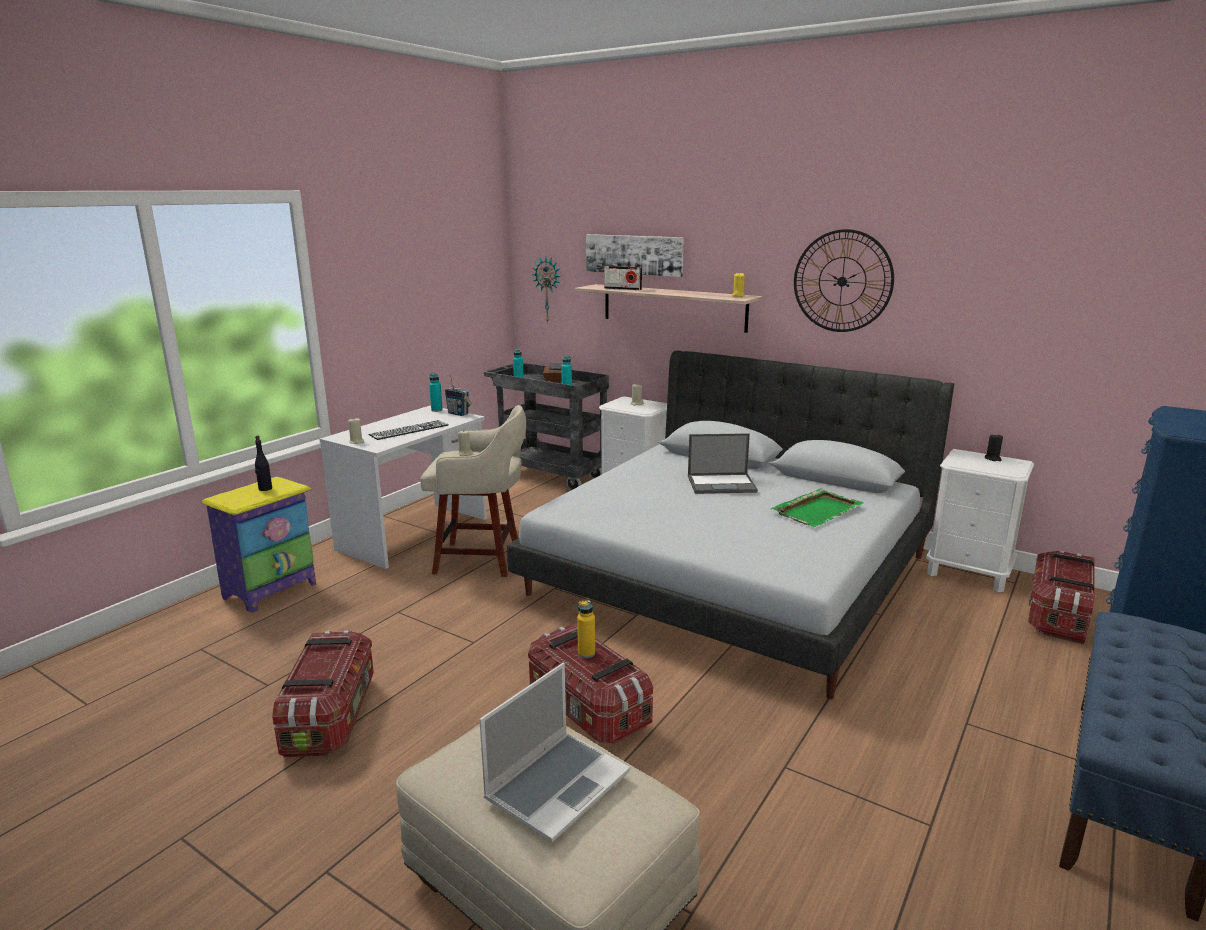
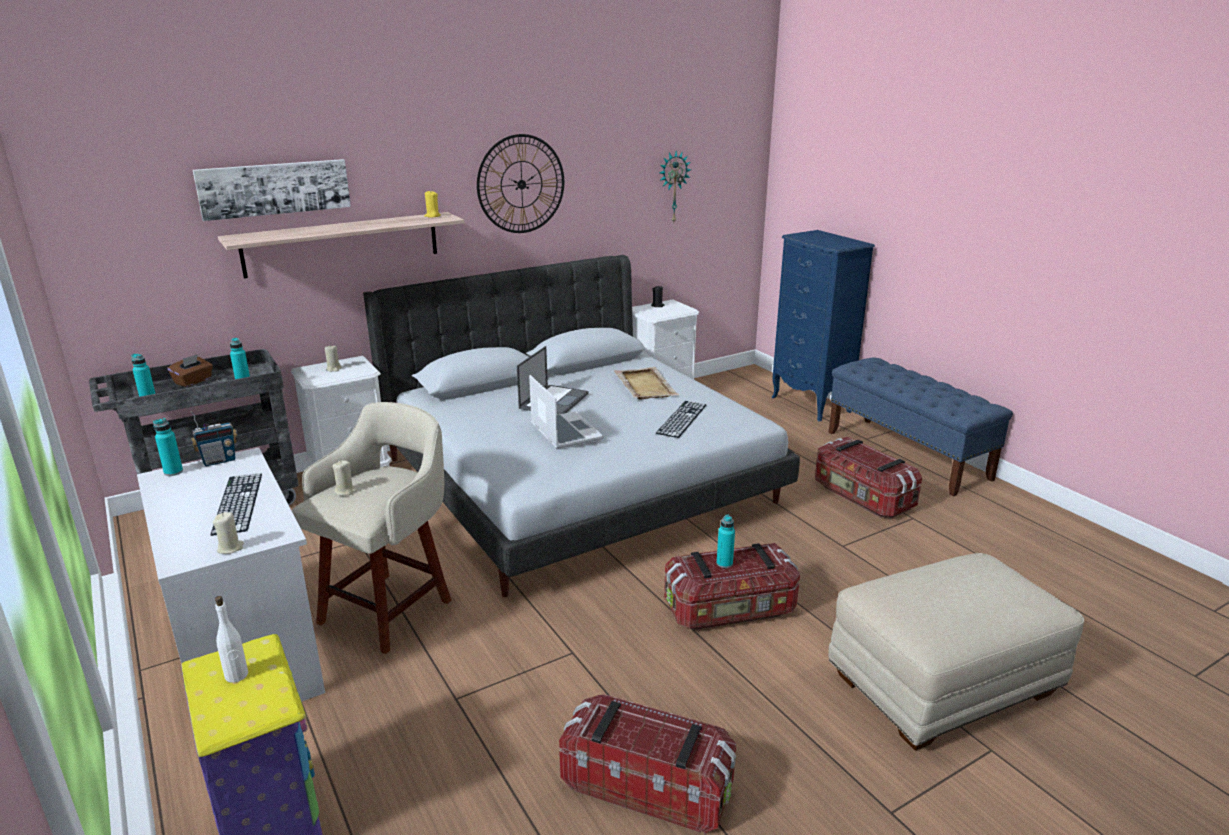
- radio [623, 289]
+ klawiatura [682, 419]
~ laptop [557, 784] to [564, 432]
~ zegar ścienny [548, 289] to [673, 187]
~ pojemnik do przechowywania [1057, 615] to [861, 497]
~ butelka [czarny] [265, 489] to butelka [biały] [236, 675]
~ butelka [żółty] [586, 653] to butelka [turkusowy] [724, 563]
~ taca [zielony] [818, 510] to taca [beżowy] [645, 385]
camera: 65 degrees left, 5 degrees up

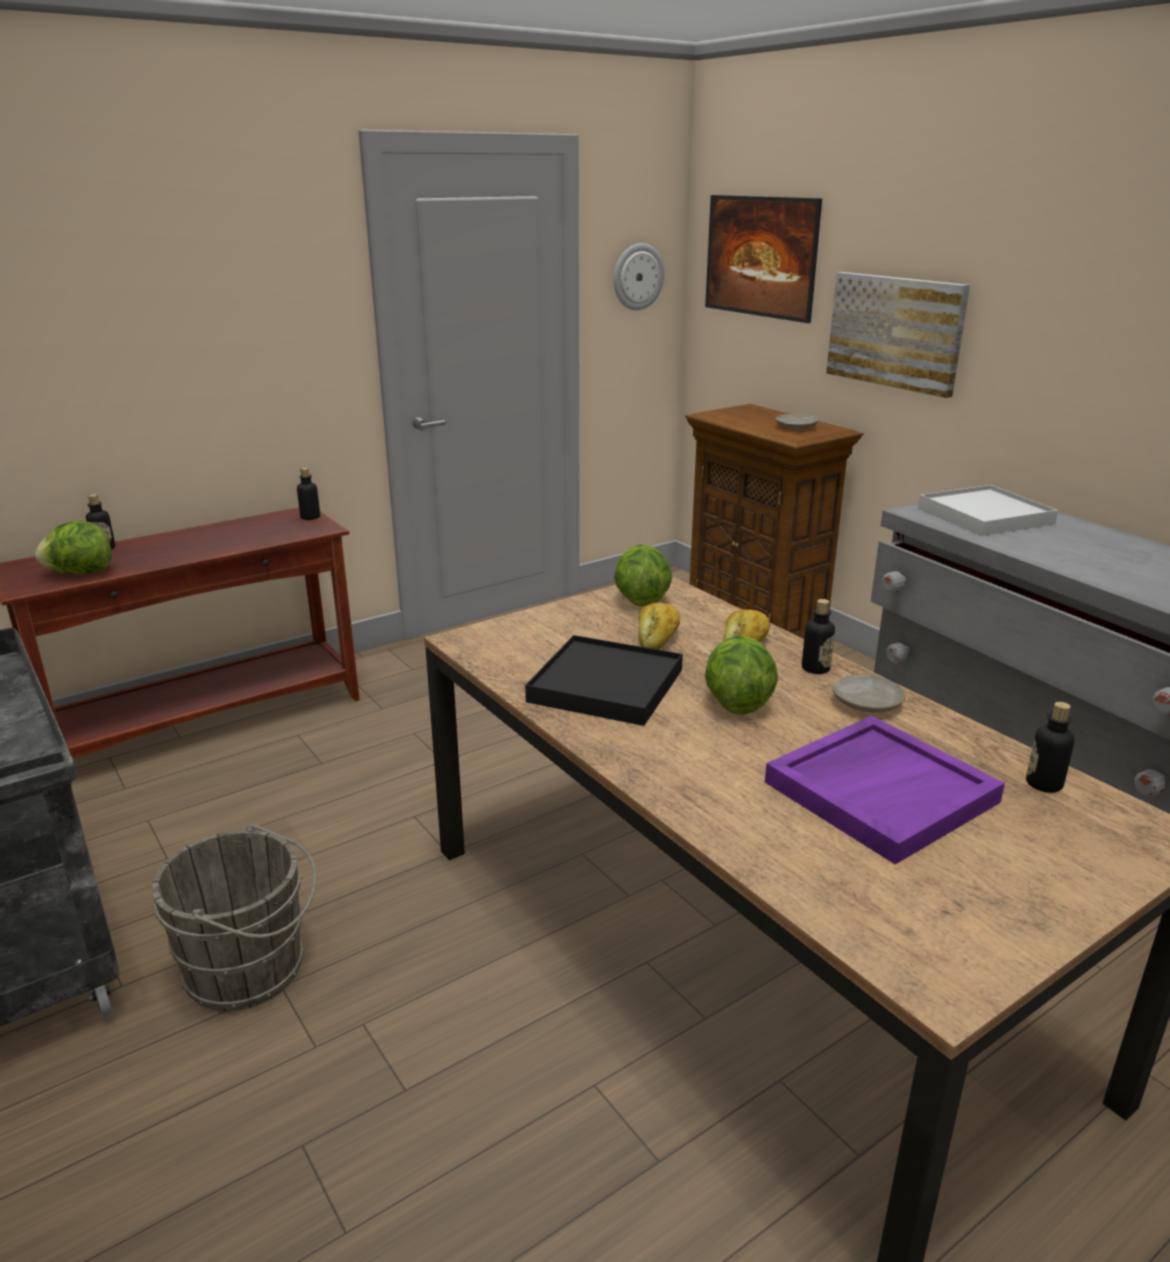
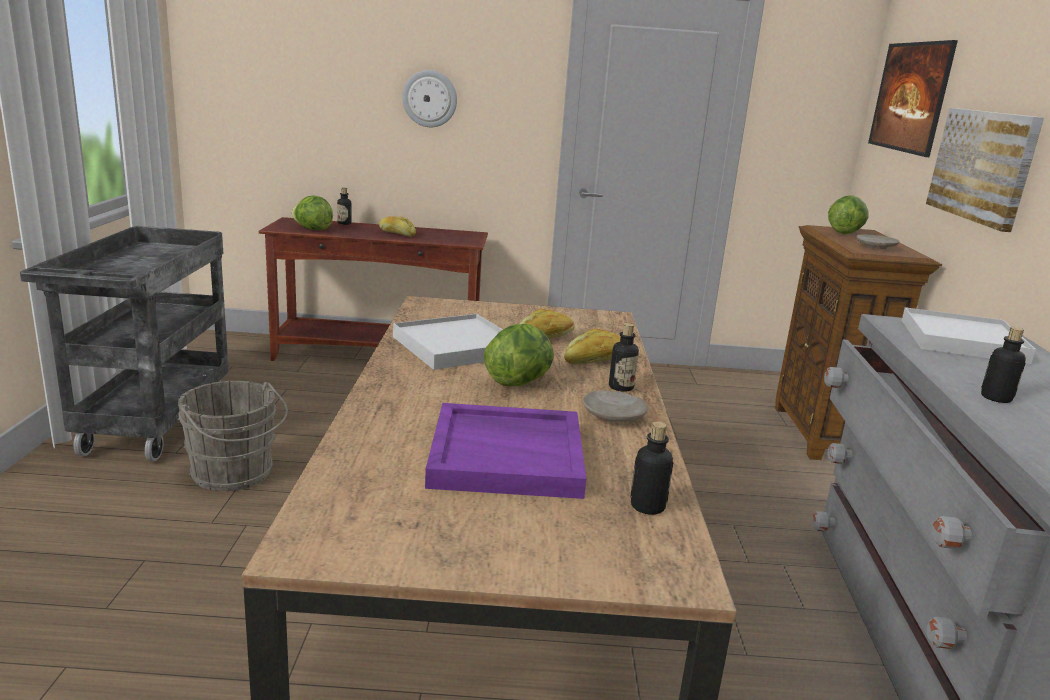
+ chleb [397, 233]
~ butelka [310, 517] to [996, 398]
~ zegar ścienny [637, 277] to [430, 98]
~ sałata [640, 600] to [844, 233]
~ taca [czarny] [605, 686] to taca [biały] [456, 346]
camera: 35 degrees right, 5 degrees down

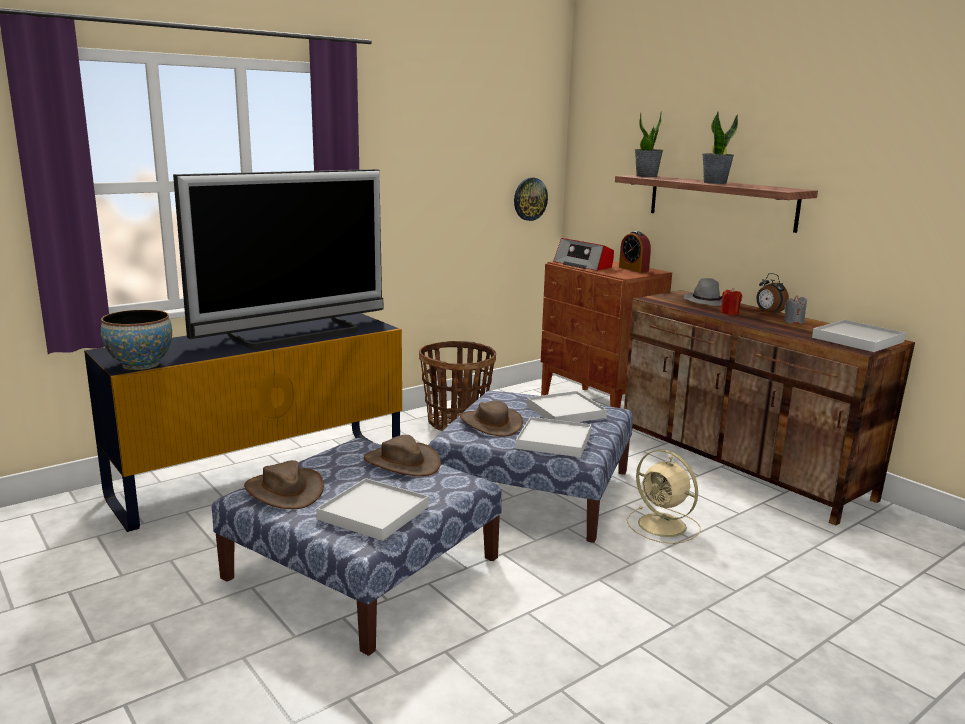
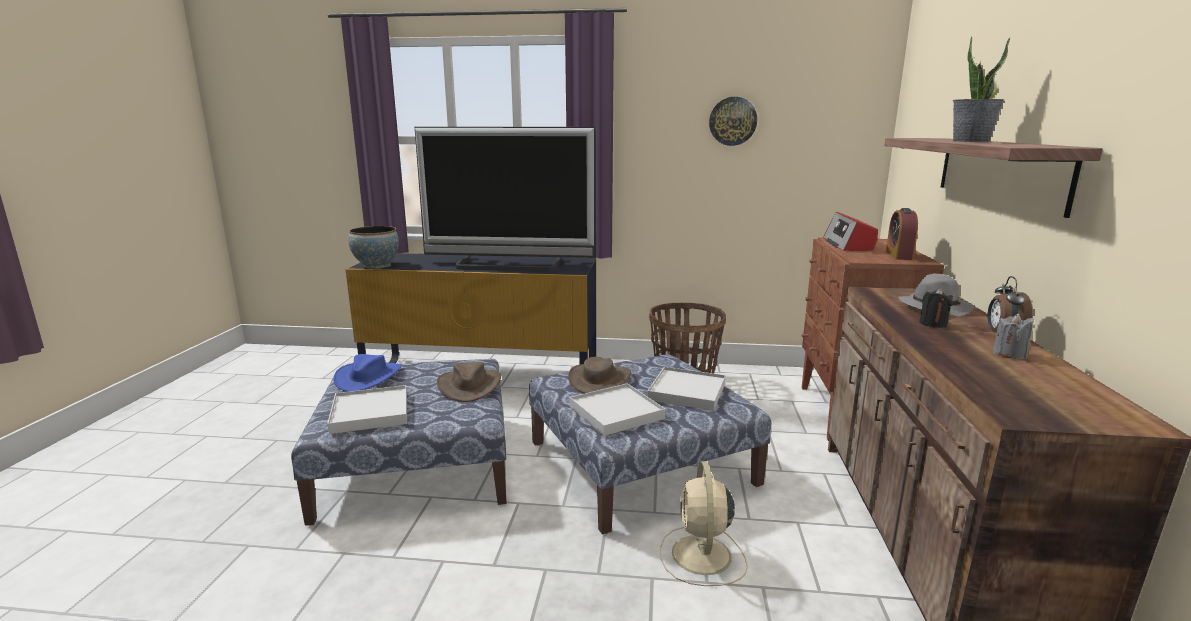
- roślina doniczkowa [646, 176]
- taca [biały] [857, 340]
~ zegar ścienny [530, 199] to [732, 121]
~ kapelusz [brązowy] [284, 490] to kapelusz [niebieski] [368, 377]
~ świeca [czerwony] [729, 313] to świeca [czarny] [933, 324]
camera: 45 degrees right, 0 degrees up

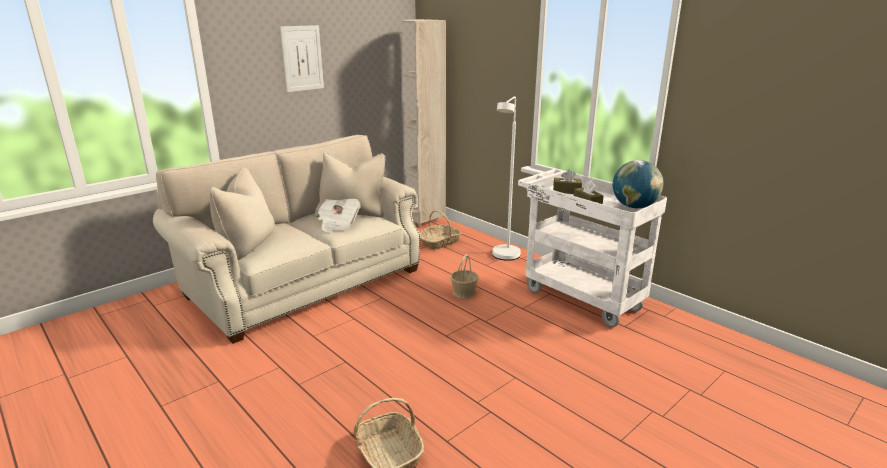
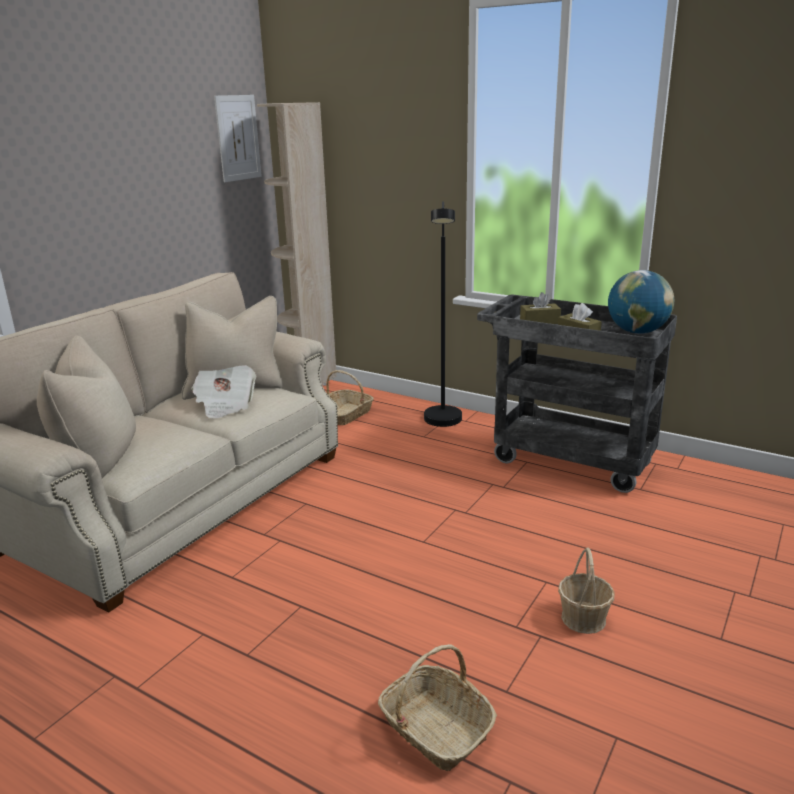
~ obraz [302, 58] to [238, 138]
~ koszyk [464, 292] to [583, 618]
~ lampa stojąca [biały] [504, 257] to lampa stojąca [czarny] [443, 423]
~ wózek [biały] [577, 299] to wózek [czarny] [564, 463]
camera: 15 degrees left, 0 degrees up

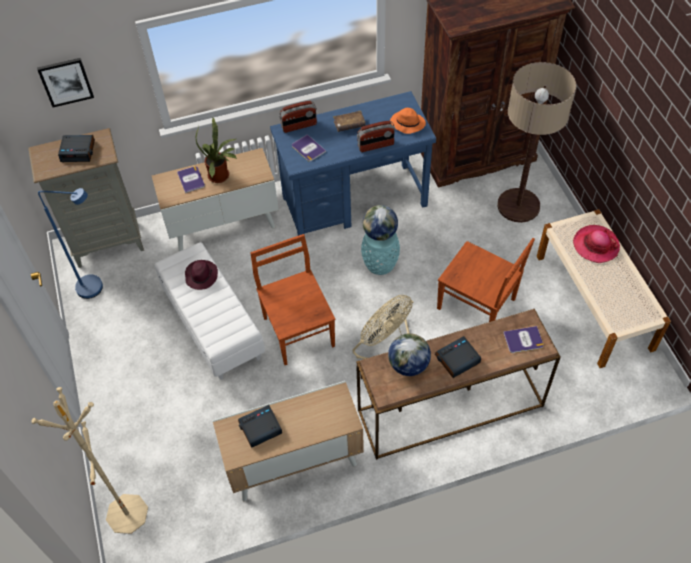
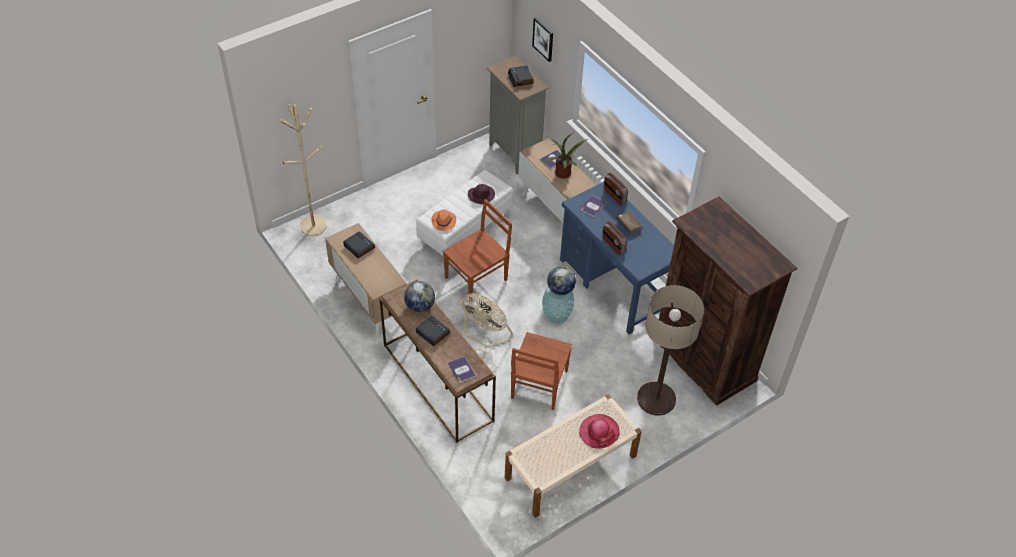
- lampa stojąca [niebieski] [97, 288]
~ kapelusz [pomarańczowy] [407, 123] to [443, 221]
camera: 70 degrees right, 5 degrees down

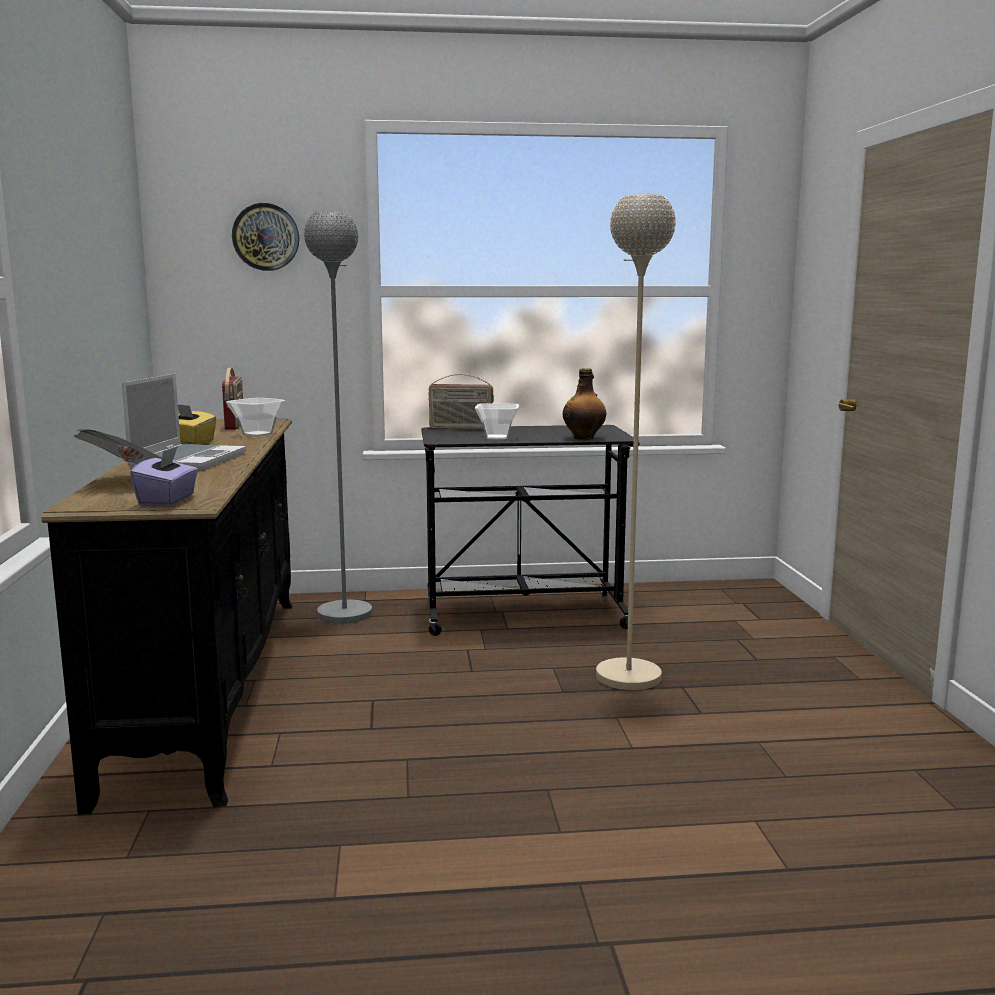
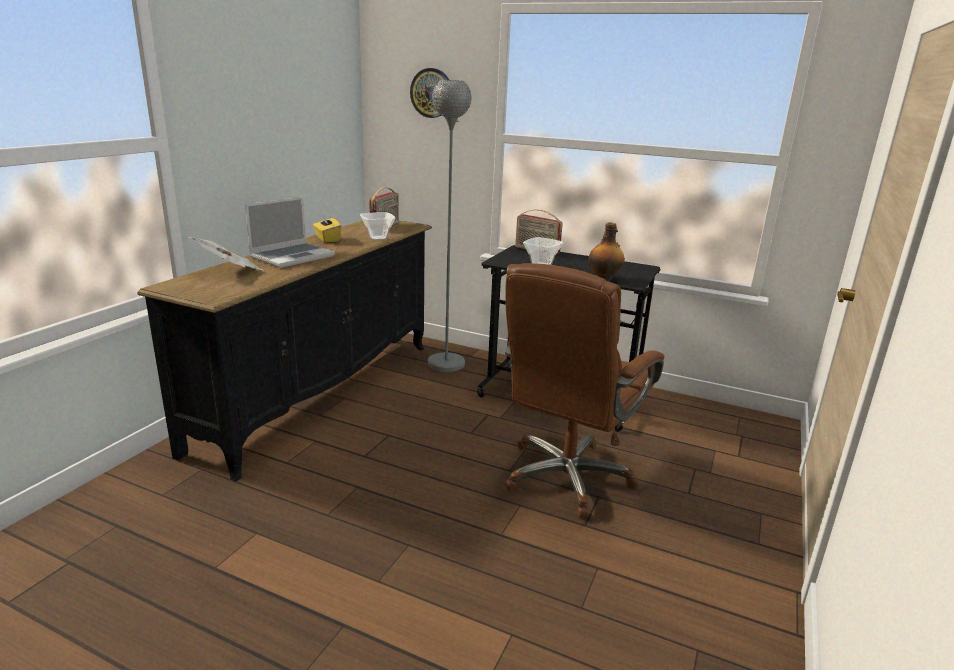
- pudełko chusteczek [fioletowy] [167, 500]
~ lampa stojąca [beżowy] [628, 677] to krzesło biurowe [brązowy] [568, 474]
camera: 30 degrees right, 10 degrees up

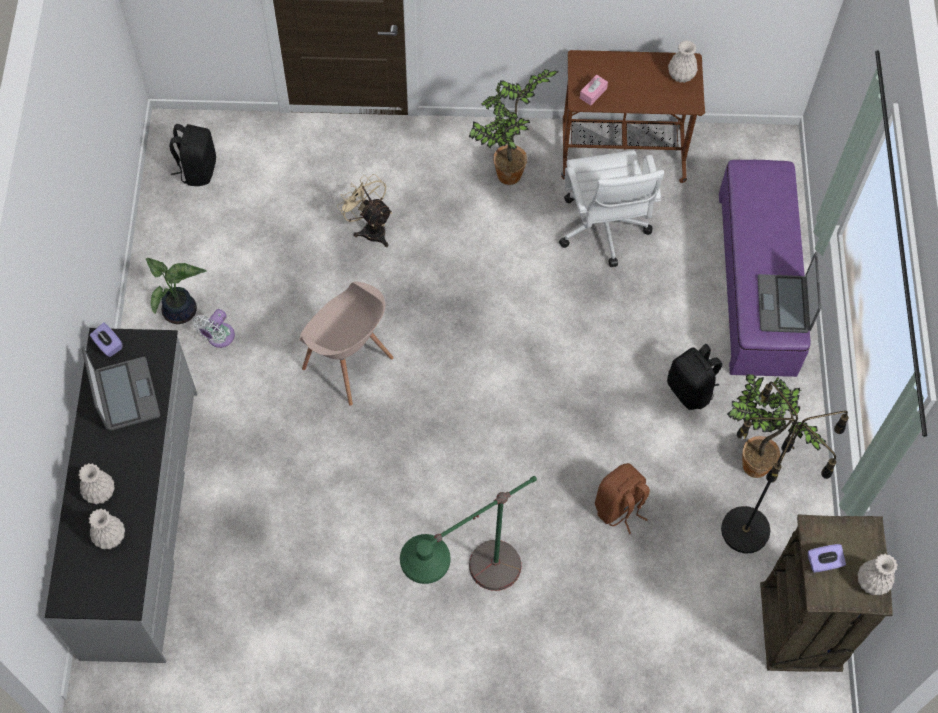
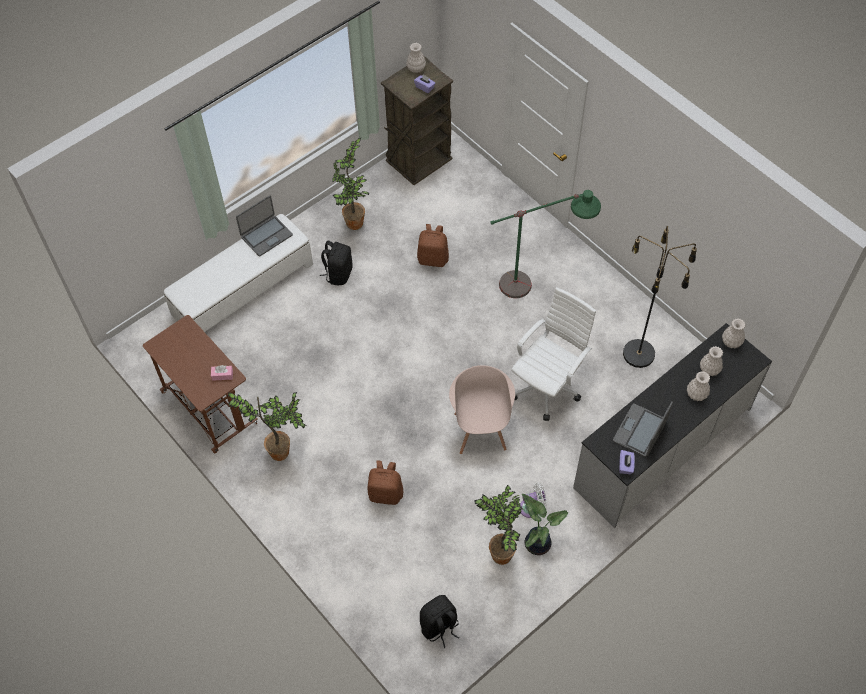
+ roślina doniczkowa [500, 552]
~ krzesło biurowe [biały] [603, 231] to [547, 386]
~ wazon [biały] [680, 75] to [731, 342]
~ lampa stojąca [744, 531] to [639, 354]
~ wentylator [beżowy] [370, 228] to plecak [brązowy] [386, 493]
~ ławka [fioletowy] [757, 283] to ławka [biały] [243, 288]
camera: 130 degrees left, 5 degrees down

